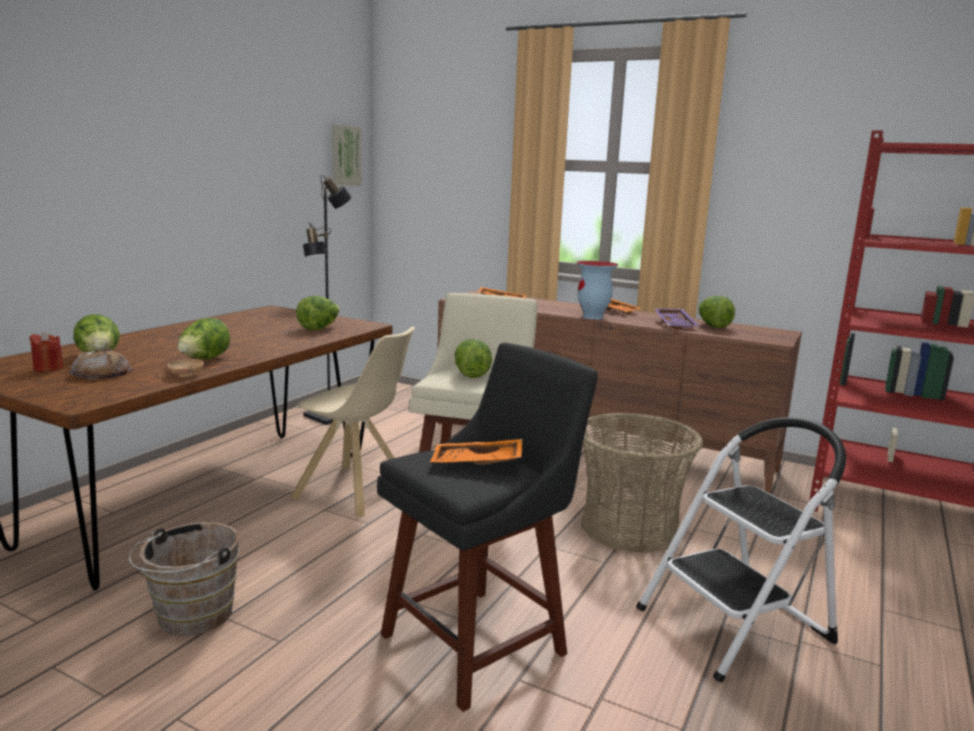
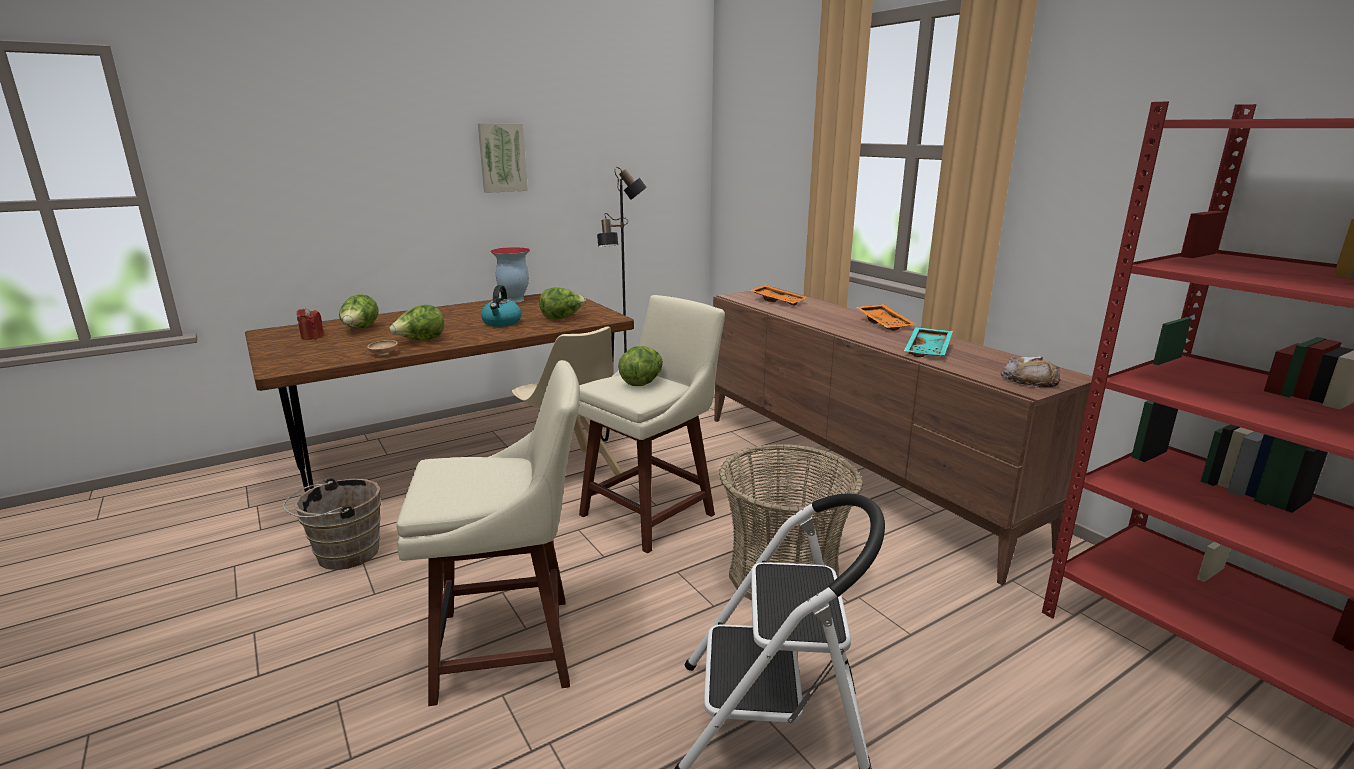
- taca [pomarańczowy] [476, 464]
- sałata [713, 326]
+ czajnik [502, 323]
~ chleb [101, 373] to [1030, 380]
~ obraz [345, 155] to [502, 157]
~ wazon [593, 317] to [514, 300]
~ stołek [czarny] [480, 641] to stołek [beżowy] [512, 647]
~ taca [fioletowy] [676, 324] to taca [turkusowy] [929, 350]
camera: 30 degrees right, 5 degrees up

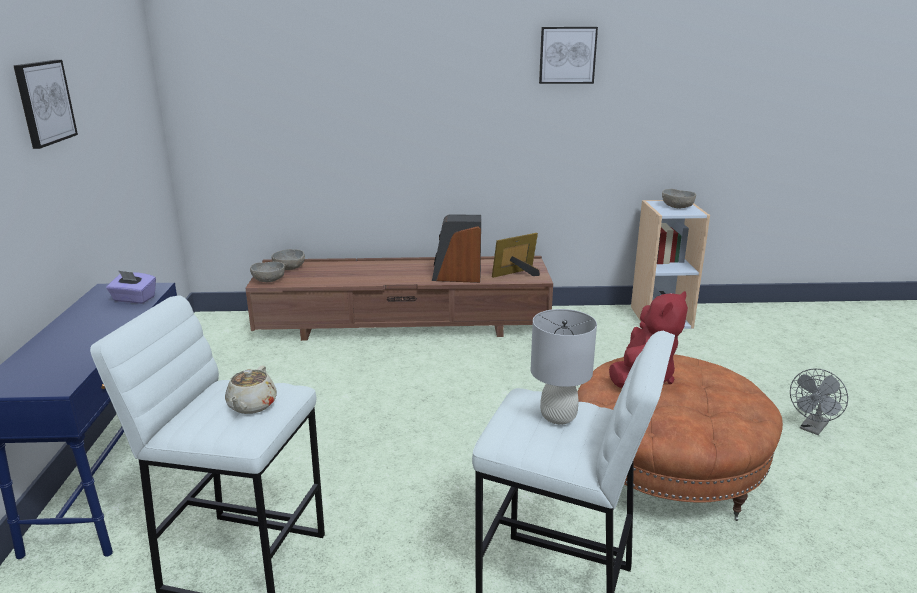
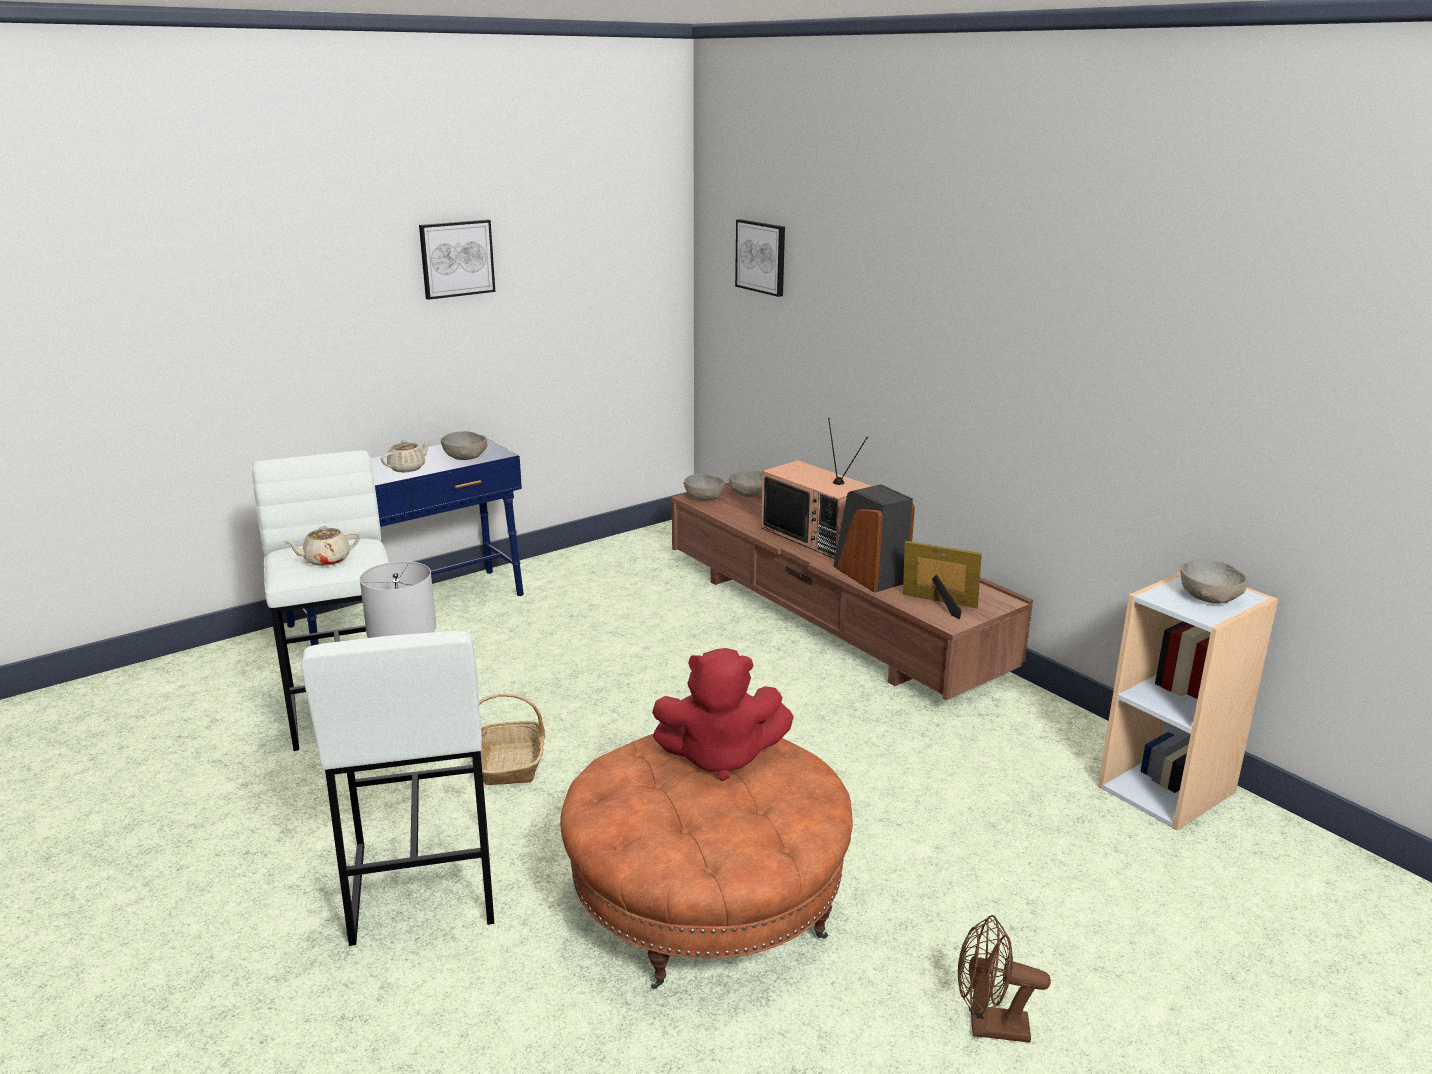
+ imbryk [beżowy] [407, 468]
+ koszyk [509, 763]
+ telewizor [818, 537]
~ obraz [567, 55] to [761, 257]
~ pudełko chusteczek [fioletowy] [134, 299] to miska [szary] [465, 457]
~ wentylator [szary] [812, 428] to wentylator [brązowy] [989, 1027]
camera: 55 degrees right, 0 degrees up

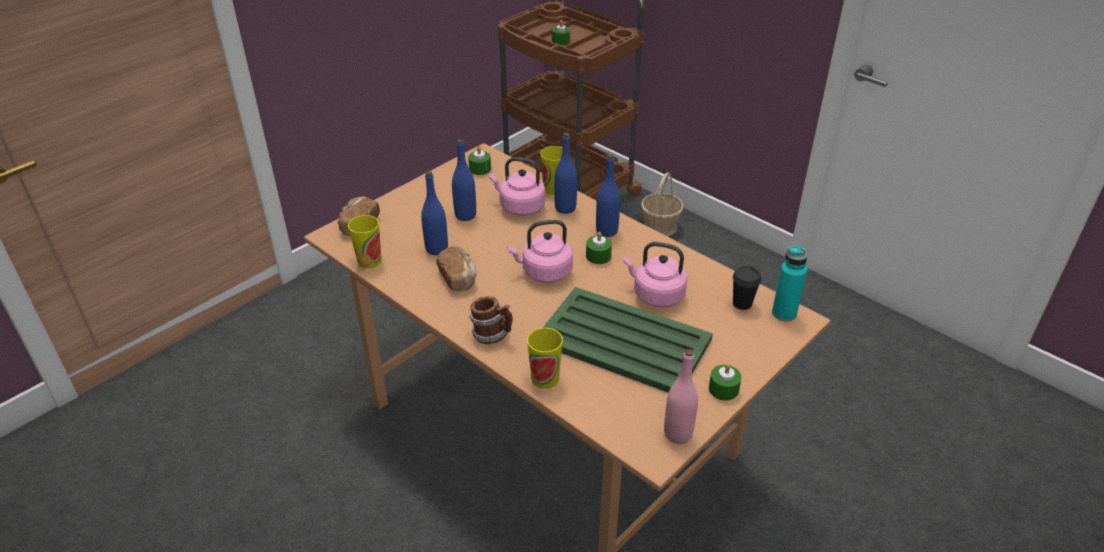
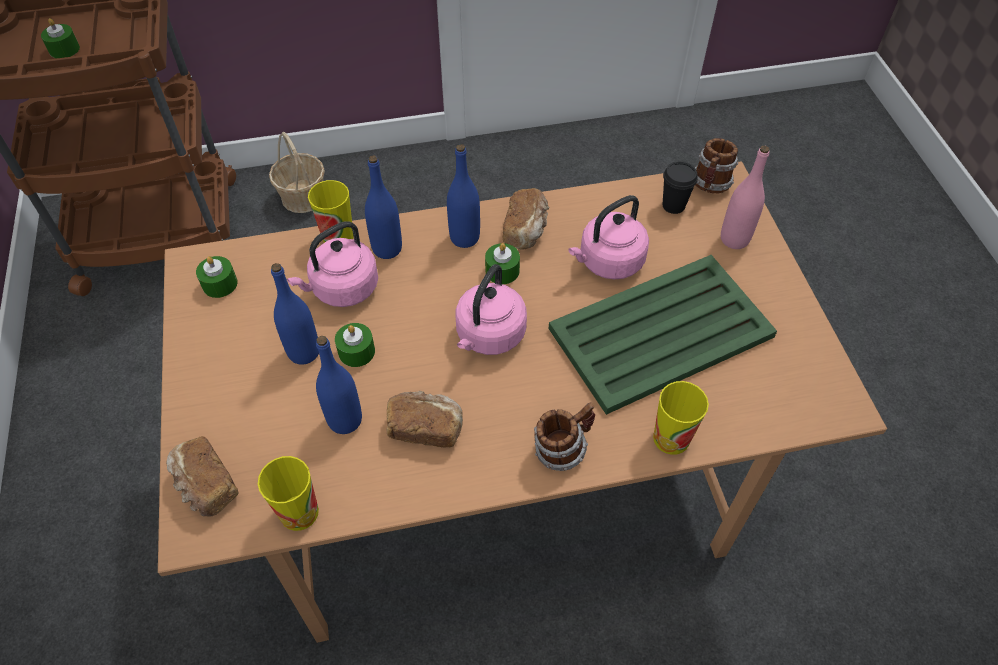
+ chleb [526, 230]
~ butelka [różowy] [677, 434] to [734, 239]
~ świeca [zielony] [723, 389] to [356, 351]
~ butelka [turkusowy] [784, 313] to kubek [710, 185]
camera: 55 degrees left, 15 degrees up

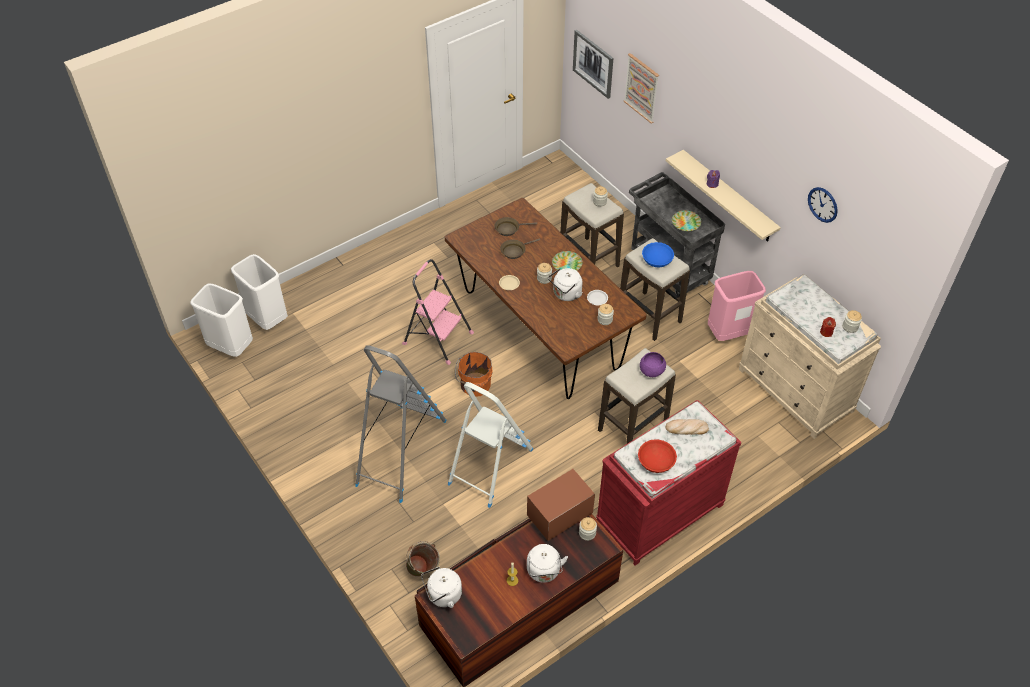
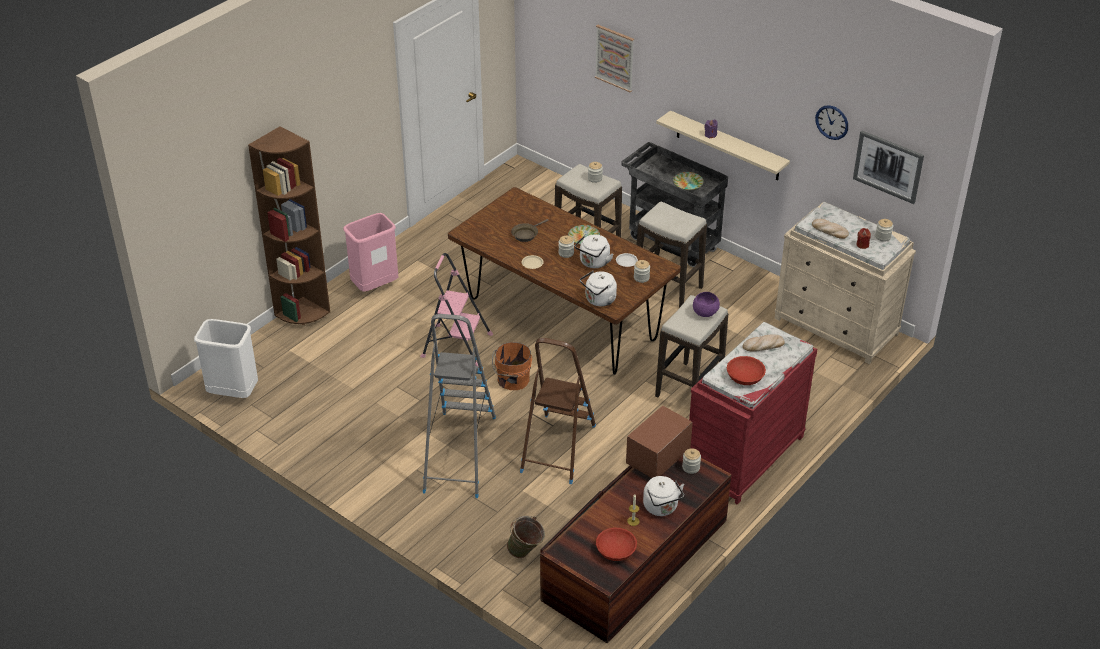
- kosz na śmieci [biały] [267, 320]
- patelnia [brązowy] [509, 229]
- miska [niebieski] [657, 259]
+ regał [brązowy] [303, 317]
+ miska [czerwony] [616, 550]
+ chleb [829, 230]
~ czajnik [biały] [442, 595] to [599, 300]
~ obraz [593, 63] to [888, 166]
~ kosz na śmieci [różowy] [729, 333] to [375, 286]
~ drabinka [biały] [491, 465] to drabinka [brązowy] [558, 447]
camera: 15 degrees left, 10 degrees down

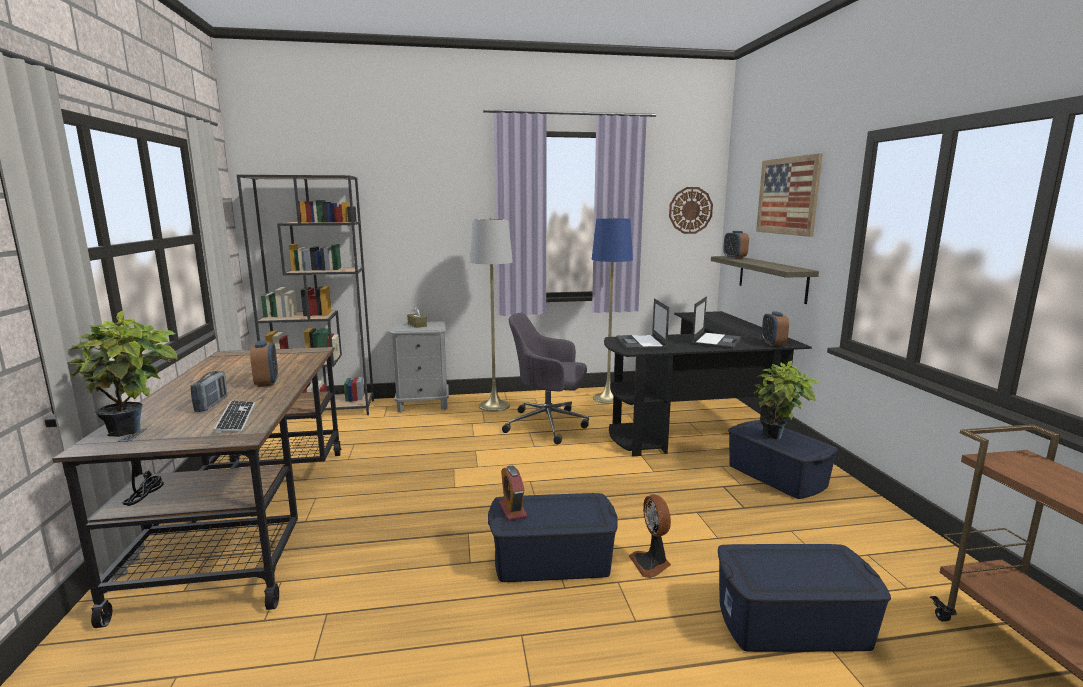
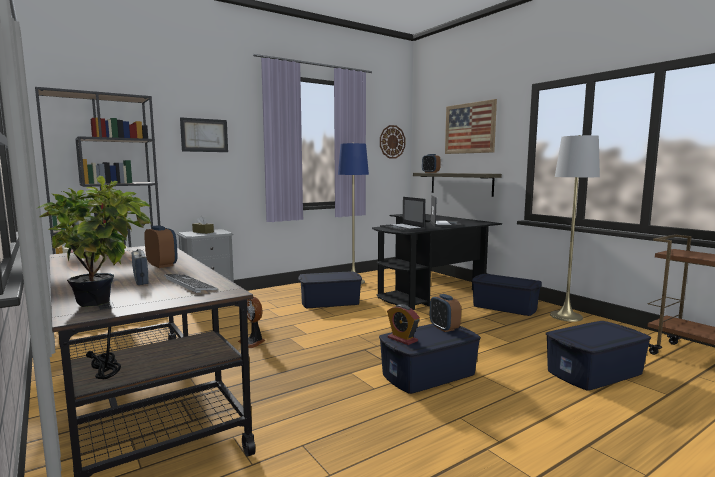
- roślina doniczkowa [777, 438]
+ obraz [204, 135]
~ lampa stojąca [szary] [494, 406] to [566, 316]
~ wentylator [651, 563] to [253, 342]
~ budzik [773, 343] to [444, 328]
~ krzesło biurowe [szary] [548, 425] to pojemnik do przechowywania [niebieski] [330, 302]
camera: 25 degrees left, 5 degrees down

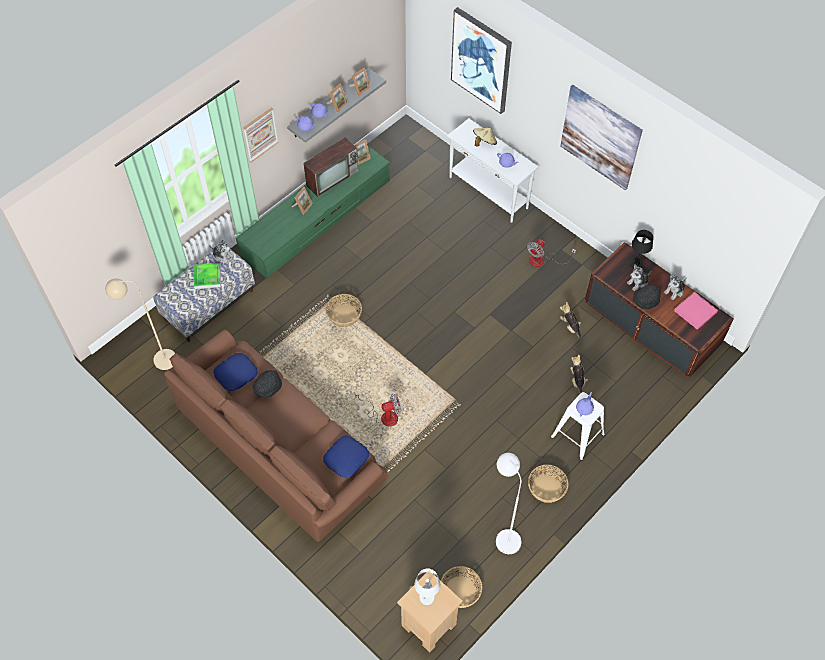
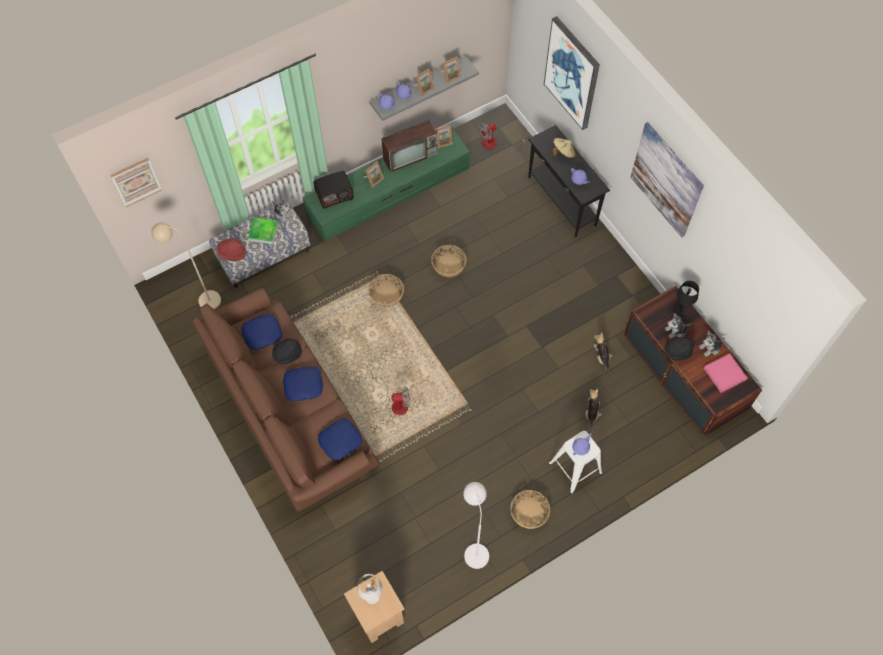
+ kapelusz [czerwony] [232, 253]
+ poduszka [niebieski] [303, 385]
+ radio [334, 195]
~ obraz [260, 134] to [136, 181]
~ koszyk [460, 591] to [448, 266]
~ wentylator [542, 260] to [495, 144]
~ stolik konsolowy [biały] [489, 192] to stolik konsolowy [czarny] [562, 201]
camera: 15 degrees right, 5 degrees up

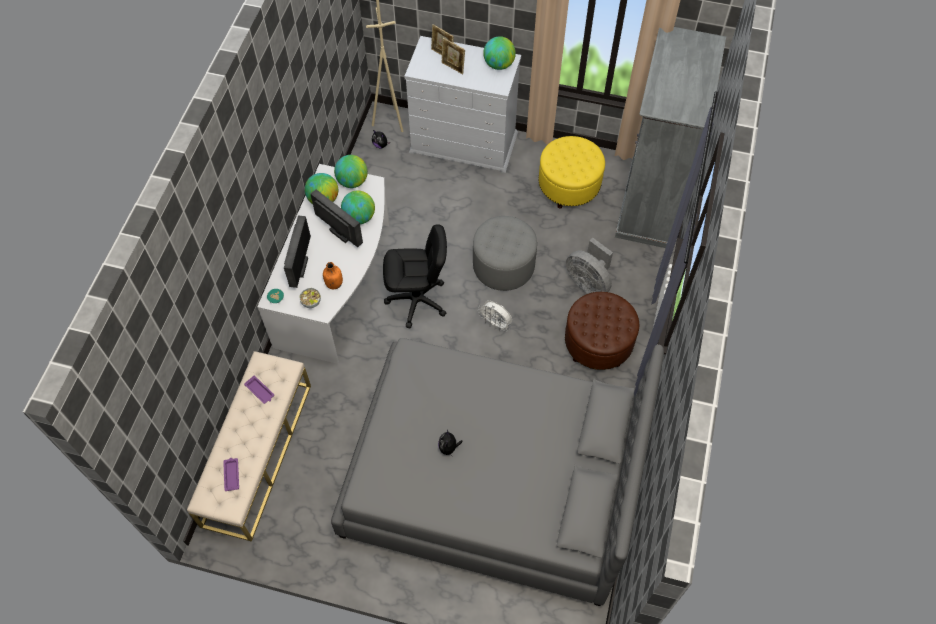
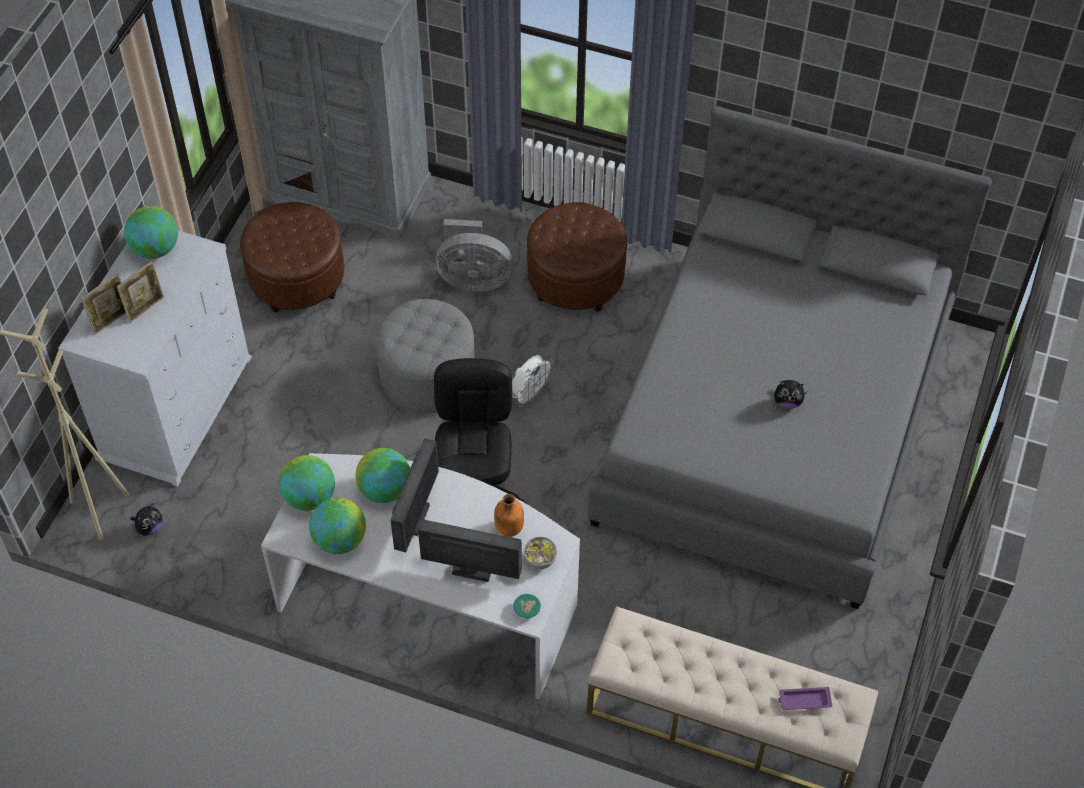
- taca [fioletowy] [260, 391]
~ pufa [żółty] [569, 187] to pufa [brązowy] [297, 280]
~ monitor [339, 235] = [416, 519] 150 degrees clockwise
~ wentylator [szary] [588, 282] = [473, 278] 45 degrees clockwise
camera: 85 degrees left, 5 degrees down

